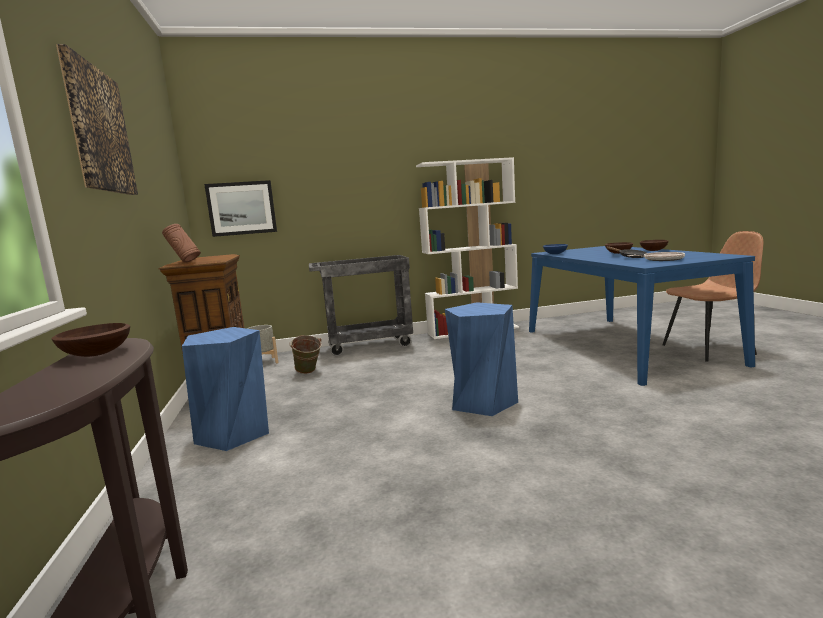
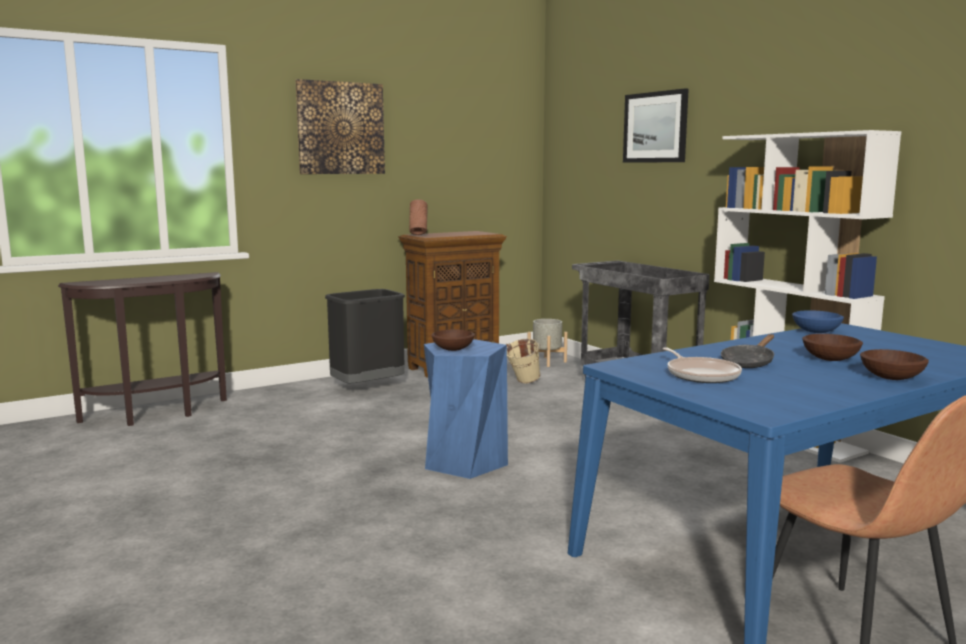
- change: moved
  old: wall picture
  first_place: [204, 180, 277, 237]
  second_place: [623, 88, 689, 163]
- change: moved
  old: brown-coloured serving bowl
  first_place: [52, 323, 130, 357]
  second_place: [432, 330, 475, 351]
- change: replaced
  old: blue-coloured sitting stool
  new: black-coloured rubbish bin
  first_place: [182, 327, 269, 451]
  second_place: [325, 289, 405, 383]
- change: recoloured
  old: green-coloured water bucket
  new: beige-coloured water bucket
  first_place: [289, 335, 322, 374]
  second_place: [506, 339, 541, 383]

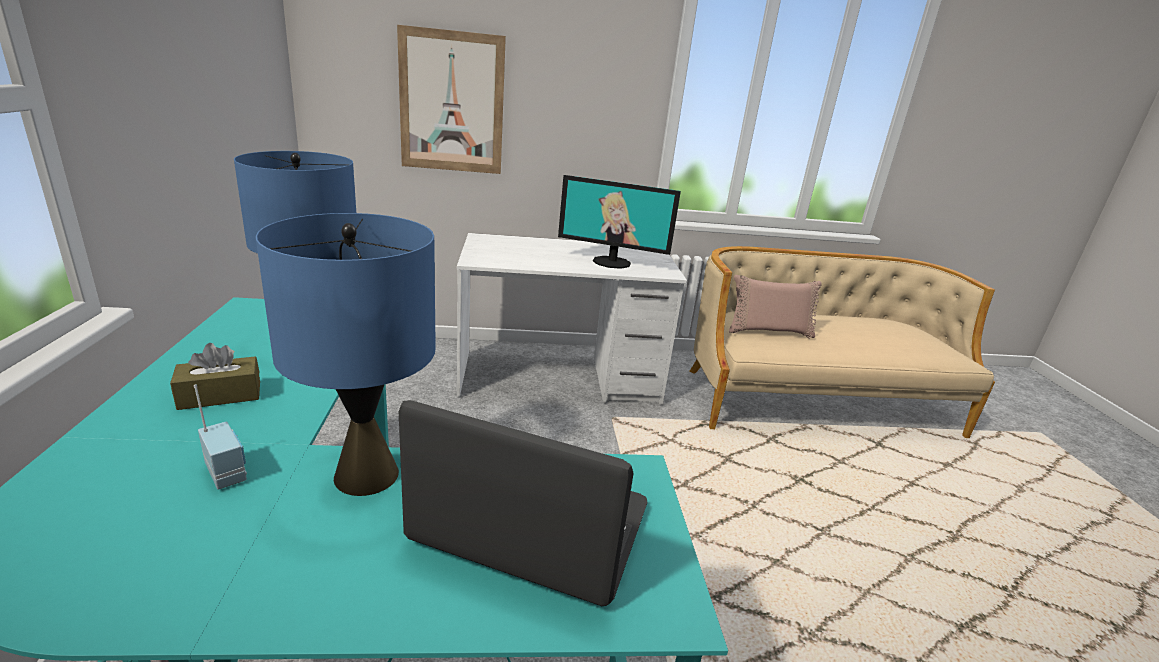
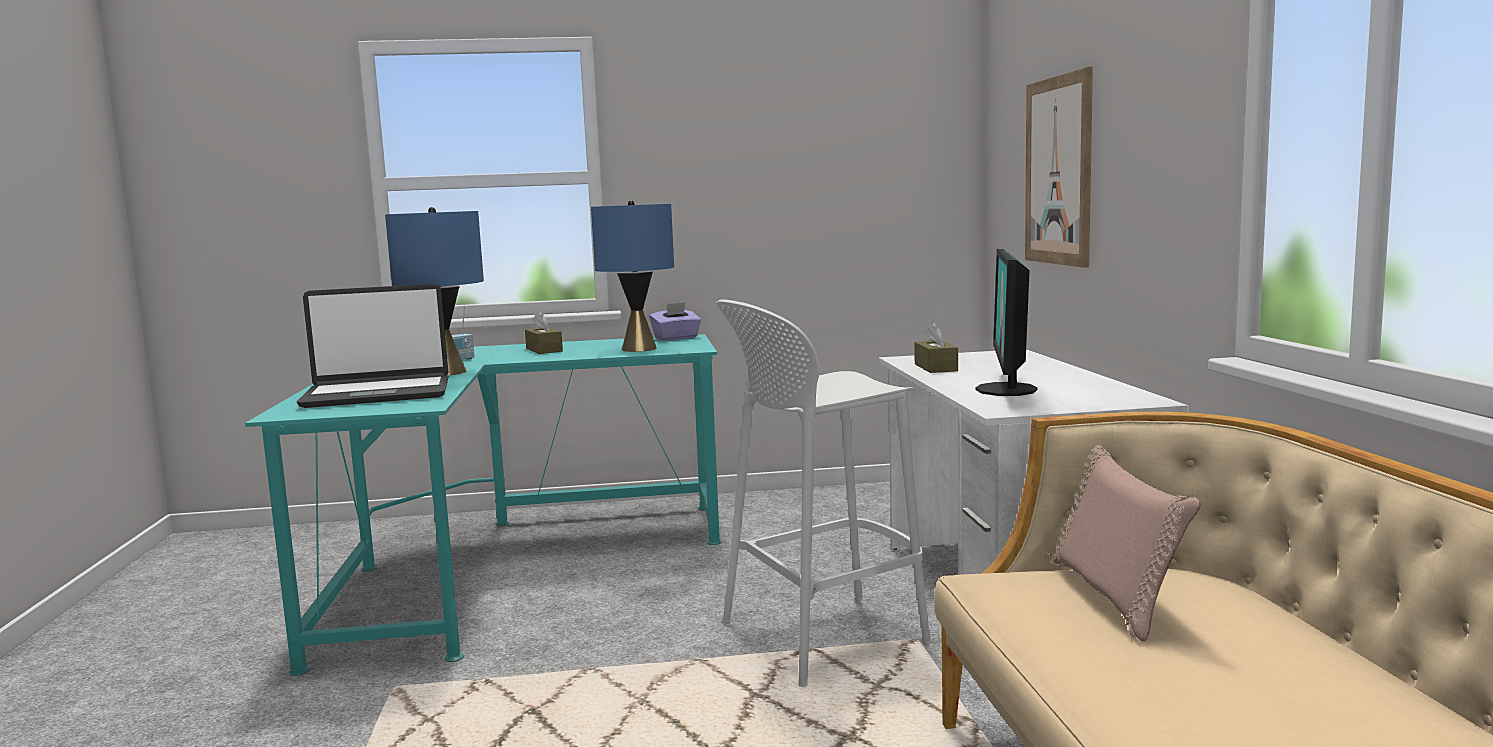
- change: turned
  old: portable computer
  first_place: [399, 400, 648, 606]
  second_place: [297, 284, 449, 408]
  degrees: 60
- change: added
  new: white-coloured sitting stool
  second_place: [716, 300, 931, 687]
- change: added
  new: purplish tissue holder
  second_place: [649, 302, 701, 340]
- change: added
  new: brown-coloured tissue holder
  second_place: [914, 321, 958, 373]

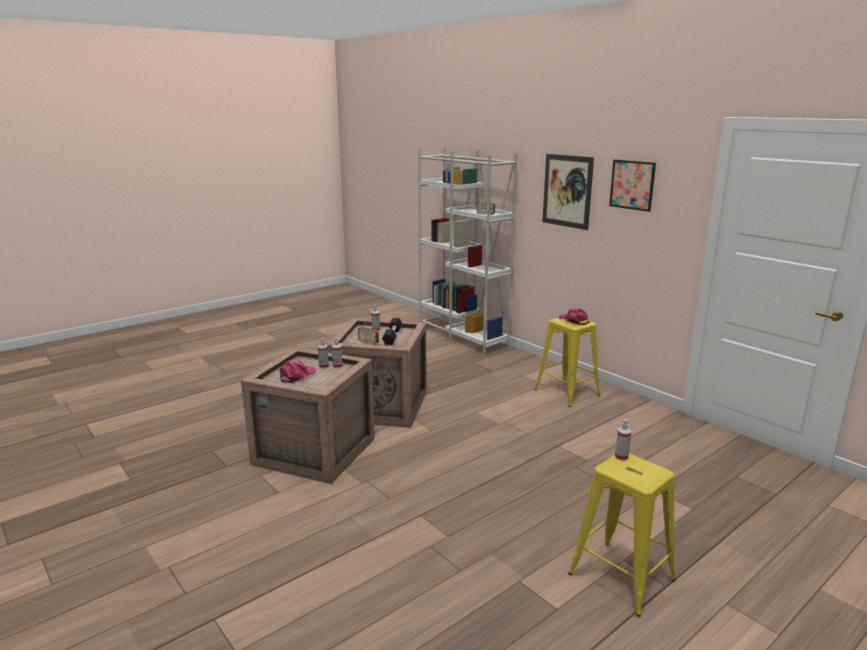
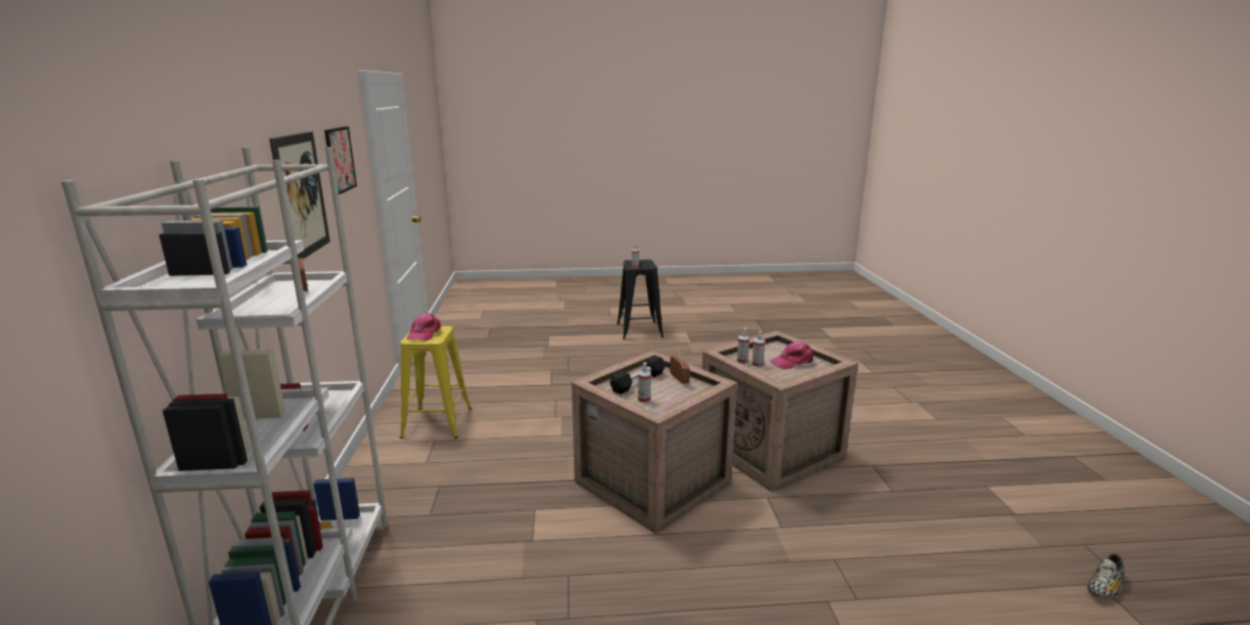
- change: recoloured
  old: yellow sitting stool
  new: black-coloured sitting stool
  first_place: [568, 453, 676, 617]
  second_place: [617, 259, 664, 340]
- change: added
  new: item of footwear
  second_place: [1087, 553, 1125, 598]

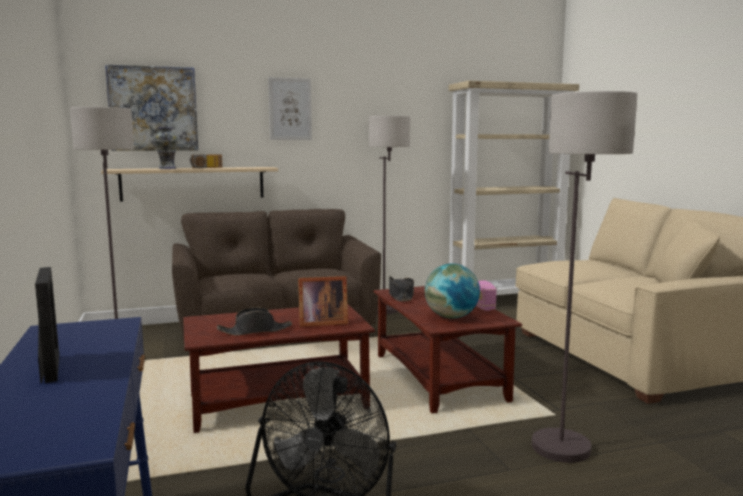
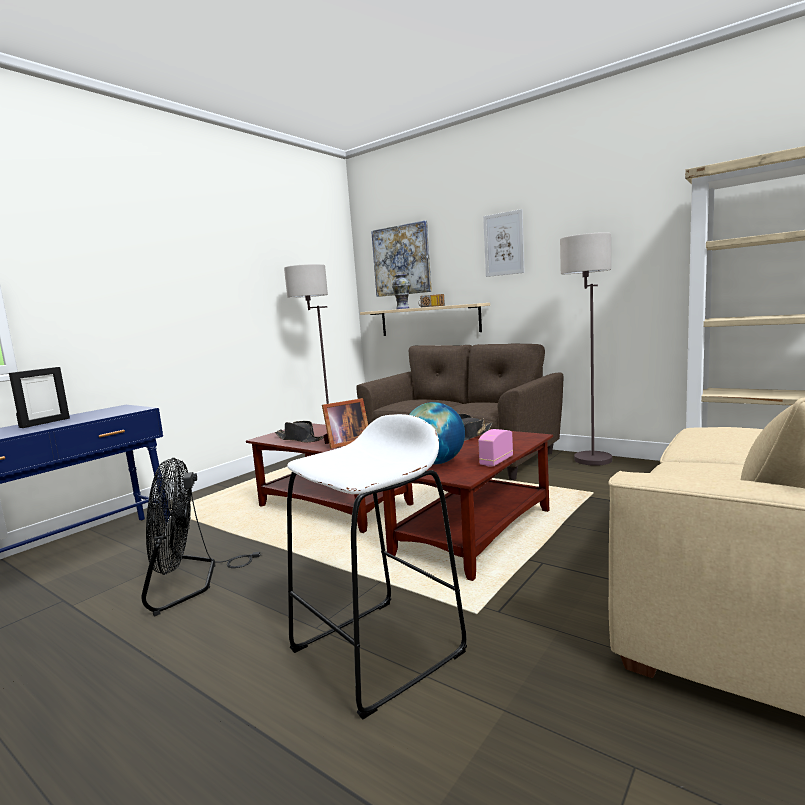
- change: replaced
  old: gray floor lamp
  new: white-coloured sitting stool
  first_place: [532, 91, 637, 463]
  second_place: [287, 414, 467, 719]
- change: turned
  old: standing frame
  first_place: [298, 276, 348, 327]
  second_place: [322, 398, 368, 449]
  degrees: -75

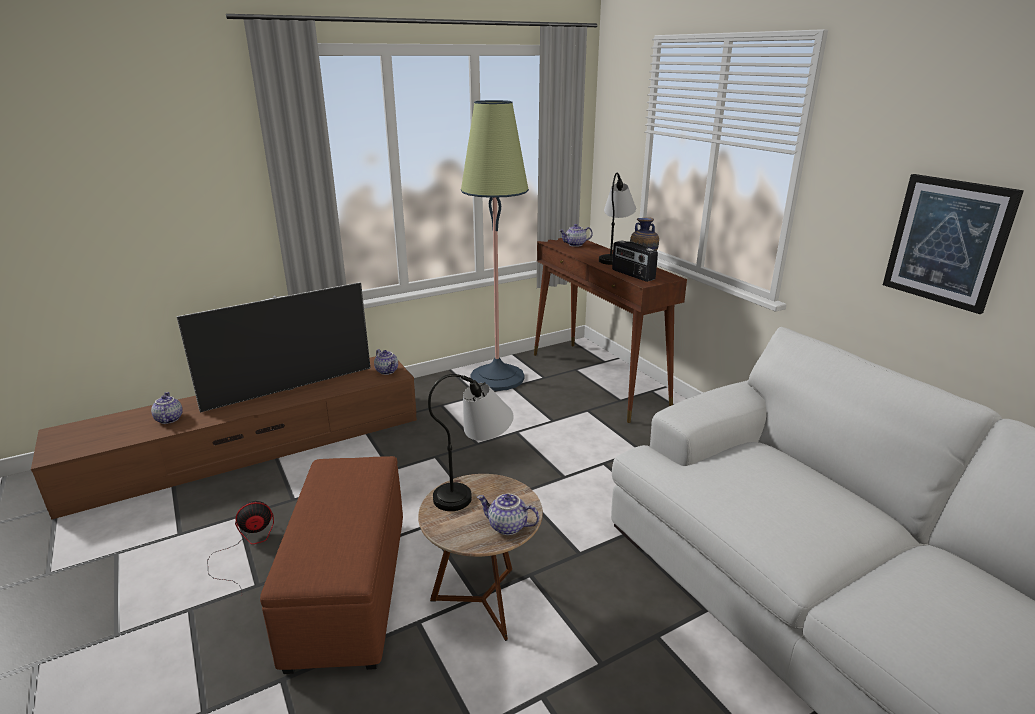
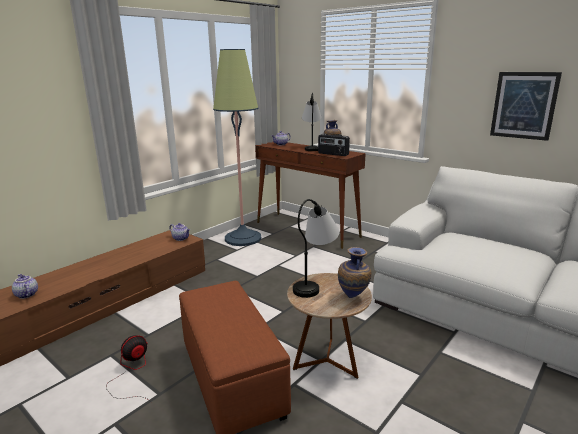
- change: removed
  old: television
  first_place: [176, 282, 370, 412]
- change: replaced
  old: teapot
  new: decorative vase
  first_place: [477, 494, 539, 535]
  second_place: [338, 247, 371, 298]

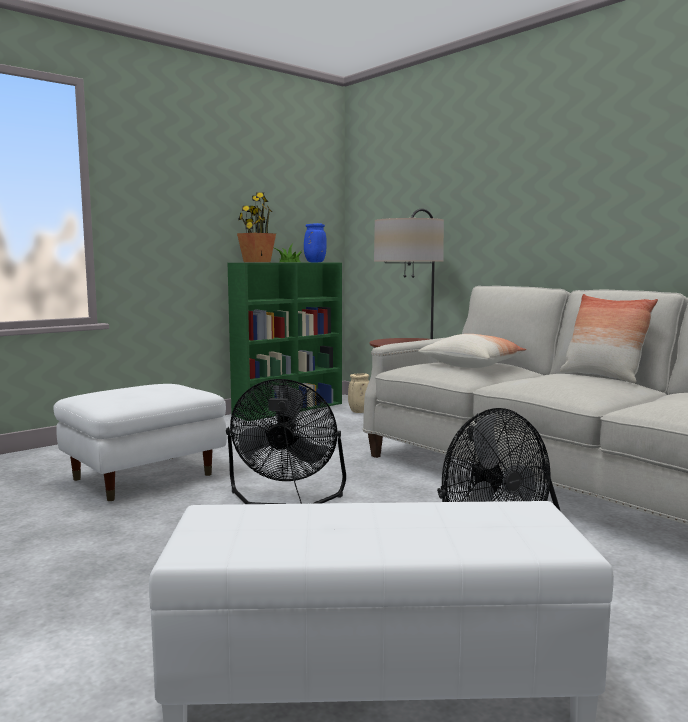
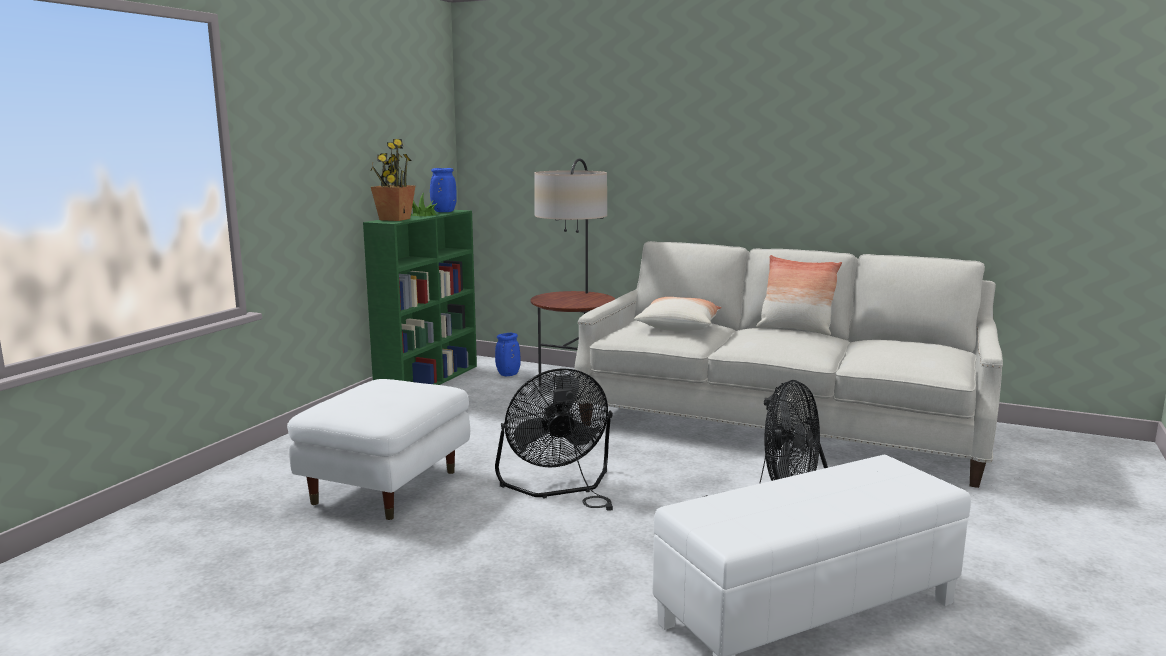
- change: recoloured
  old: beige-coloured decorative vase
  new: blue-coloured decorative vase
  first_place: [348, 373, 369, 413]
  second_place: [495, 333, 521, 376]

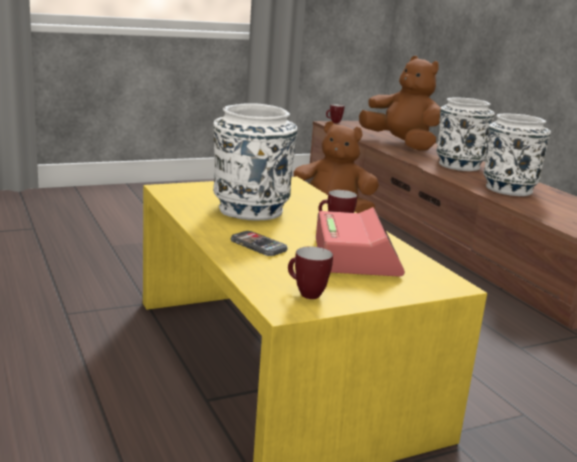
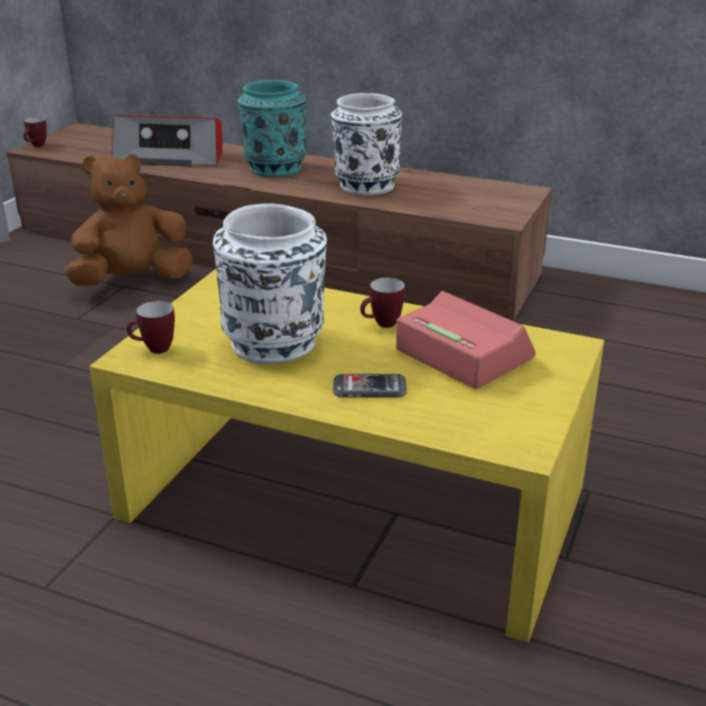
- change: replaced
  old: brown-coloured soft toy
  new: radio set
  first_place: [359, 56, 440, 151]
  second_place: [111, 115, 222, 166]
- change: recoloured
  old: white-coloured decorative vase
  new: blue-green decorative vase
  first_place: [436, 97, 495, 171]
  second_place: [238, 80, 307, 177]
- change: moved
  old: tea mug
  first_place: [288, 246, 333, 299]
  second_place: [127, 301, 175, 354]

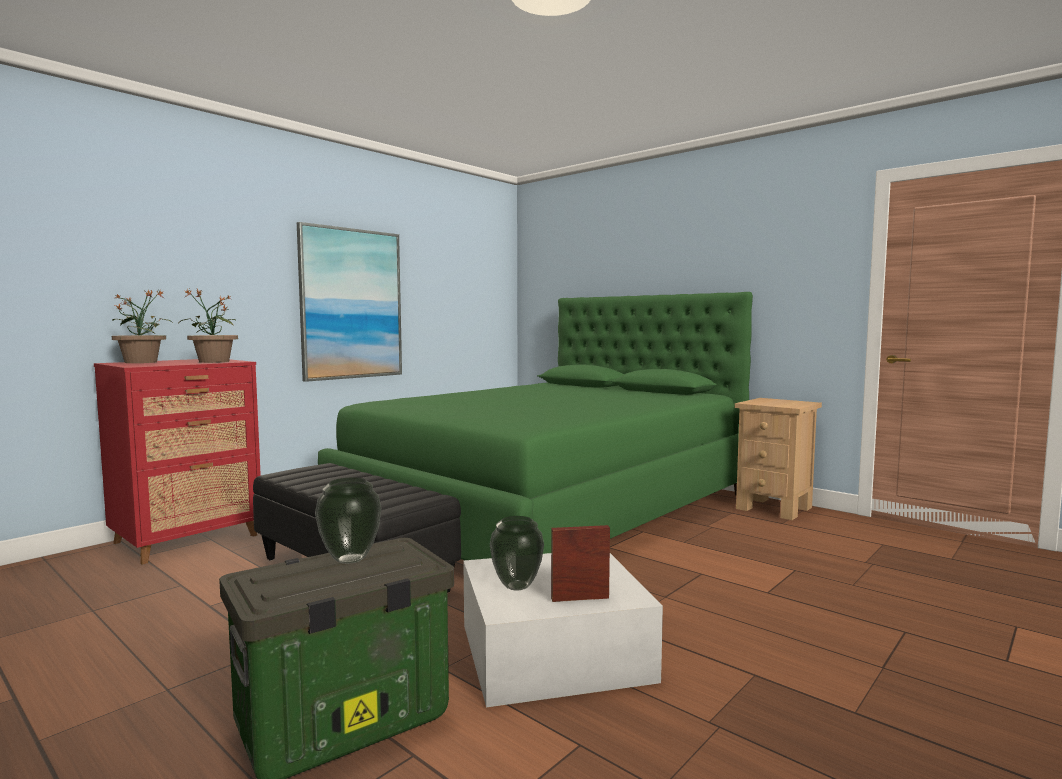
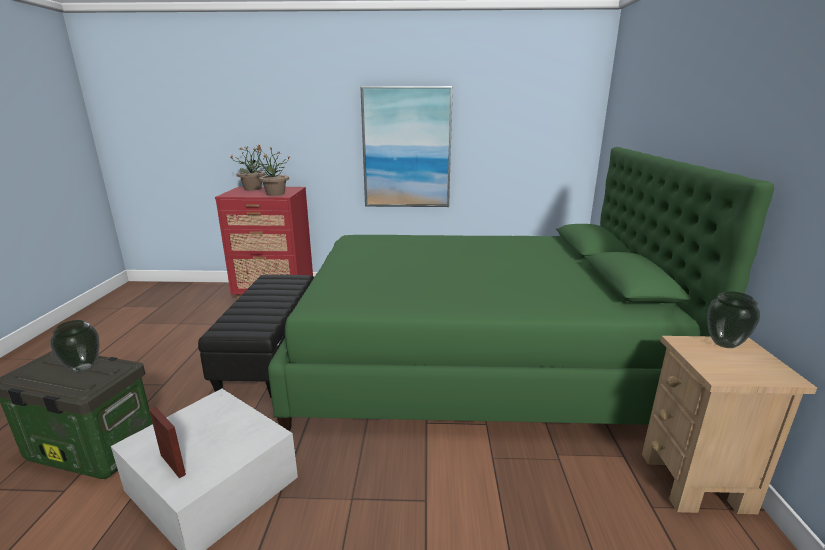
- change: moved
  old: decorative vase
  first_place: [490, 516, 544, 591]
  second_place: [707, 291, 760, 348]

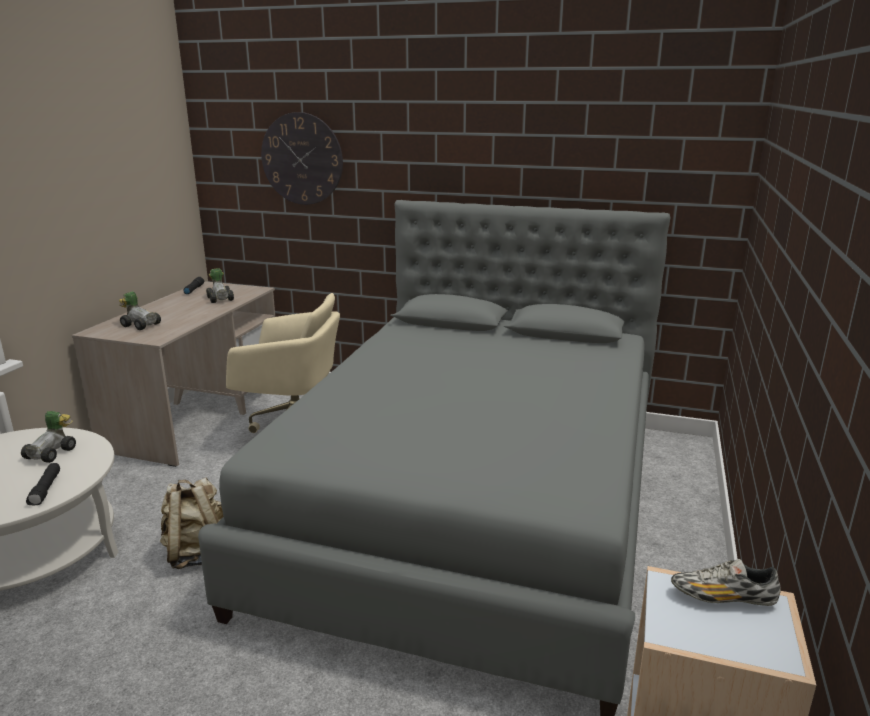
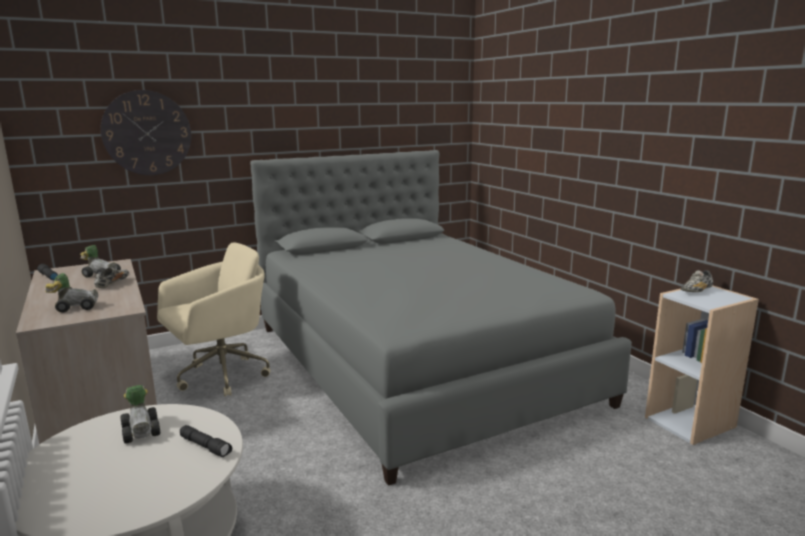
- change: removed
  old: beige-coloured knapsack
  first_place: [160, 477, 224, 569]
- change: added
  new: item of footwear
  second_place: [94, 268, 129, 288]

